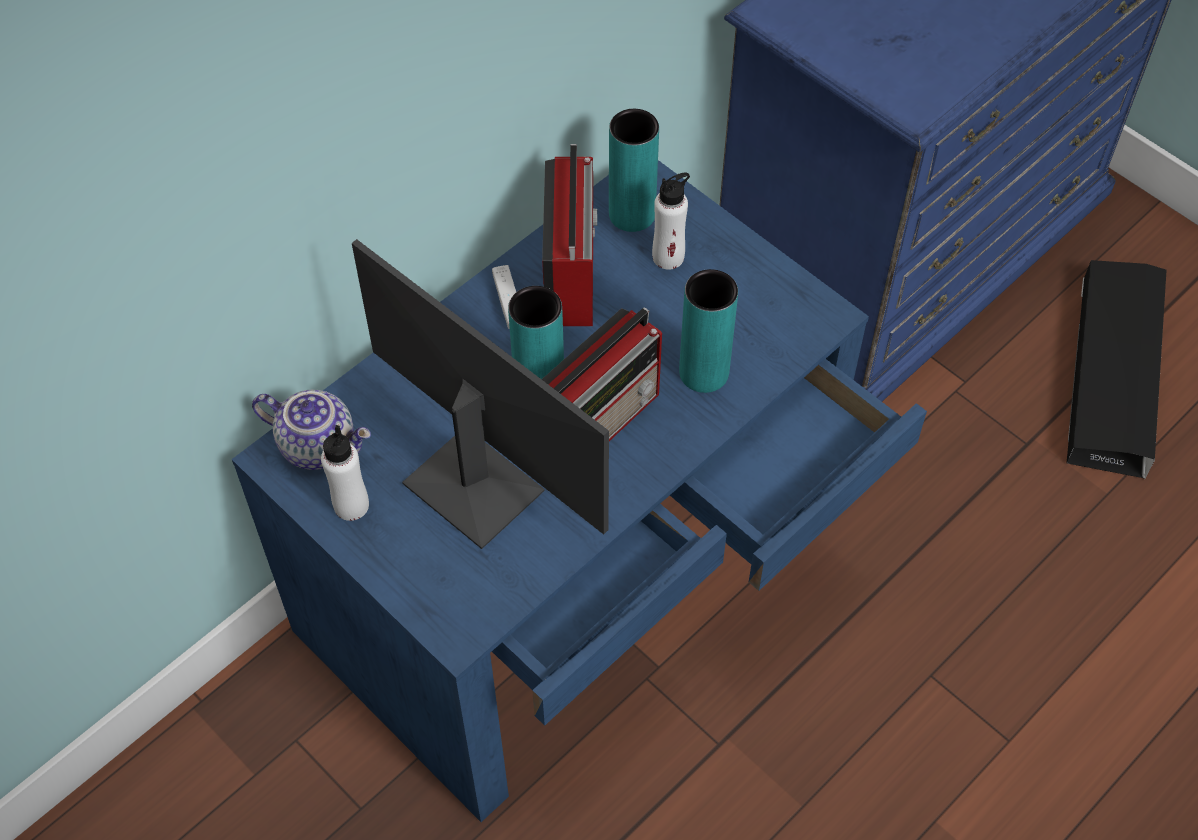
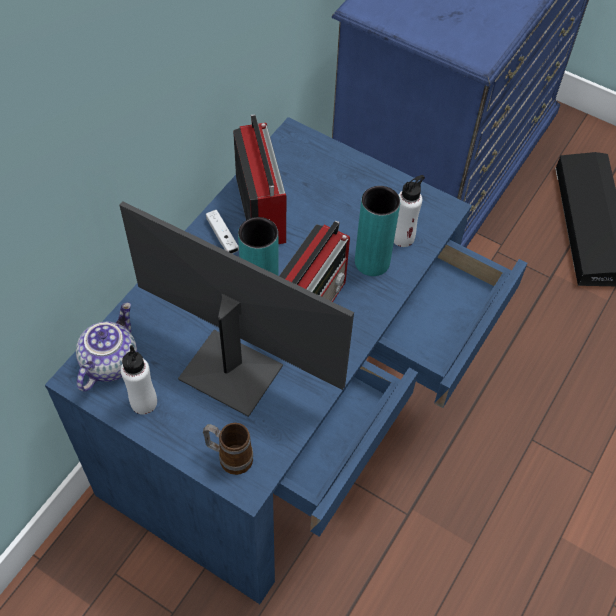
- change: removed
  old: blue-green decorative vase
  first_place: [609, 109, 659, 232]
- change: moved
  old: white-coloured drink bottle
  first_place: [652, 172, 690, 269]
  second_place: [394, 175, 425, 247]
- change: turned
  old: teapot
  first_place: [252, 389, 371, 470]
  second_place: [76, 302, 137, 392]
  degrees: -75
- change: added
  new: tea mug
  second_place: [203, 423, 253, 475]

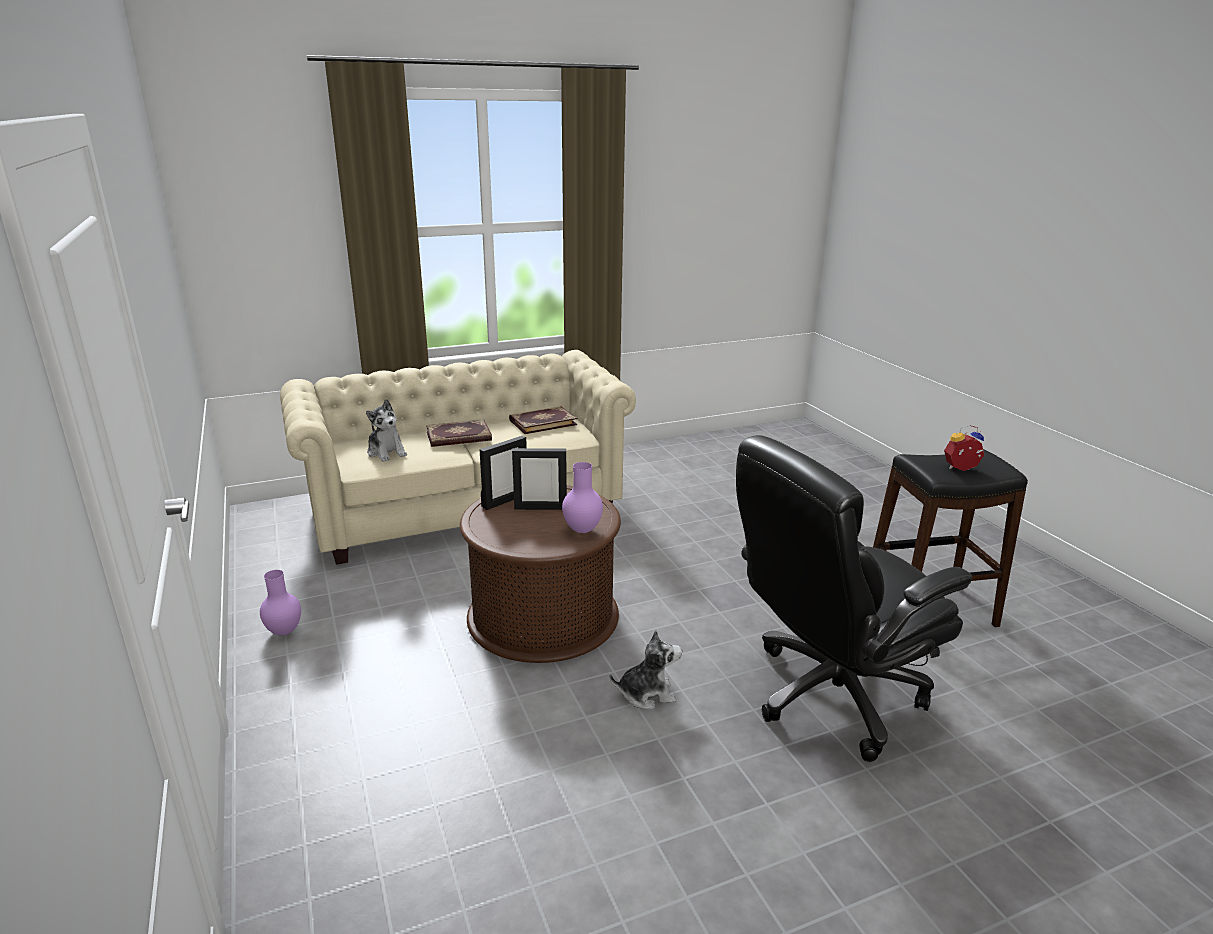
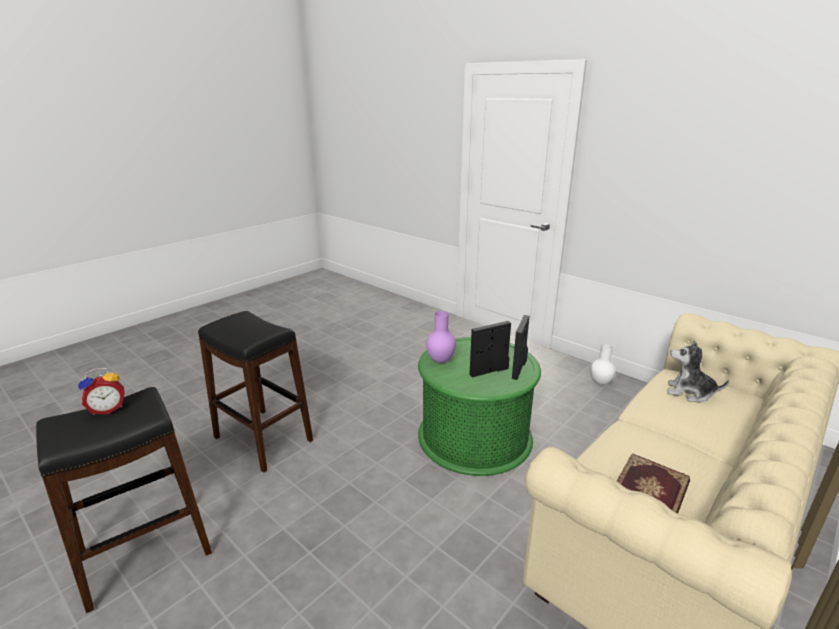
- change: removed
  old: bound book
  first_place: [426, 419, 492, 447]
- change: replaced
  old: black-coloured computer chair
  new: black-coloured sitting stool
  first_place: [736, 435, 972, 762]
  second_place: [198, 311, 313, 473]
- change: recoloured
  old: brown-coloured lounge table
  new: green-coloured lounge table
  first_place: [460, 485, 621, 663]
  second_place: [418, 337, 541, 476]
- change: recoloured
  old: purplish decorative vase
  new: white-coloured decorative vase
  first_place: [260, 570, 301, 635]
  second_place: [590, 344, 616, 385]
- change: removed
  old: soft toy
  first_place: [609, 630, 682, 709]

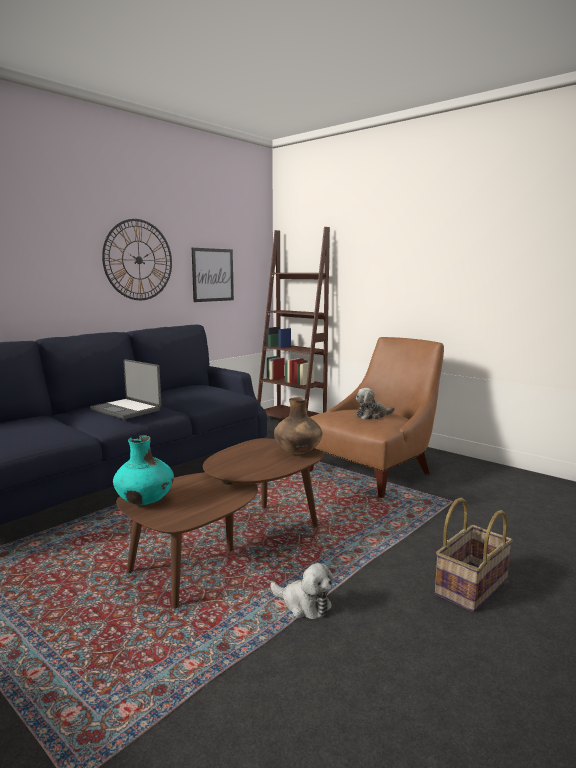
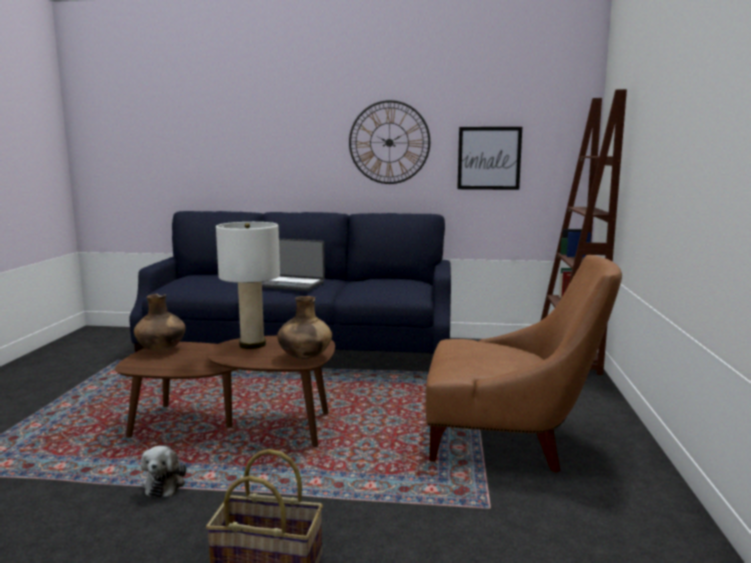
- change: turned
  old: portable computer
  first_place: [90, 359, 161, 419]
  second_place: [262, 239, 325, 291]
  degrees: -75
- change: removed
  old: soft toy
  first_place: [356, 388, 395, 420]
- change: recoloured
  old: blue-green decorative vase
  new: brown-coloured decorative vase
  first_place: [113, 435, 174, 505]
  second_place: [134, 294, 185, 351]
- change: added
  new: white-coloured lamp for a table
  second_place: [216, 222, 280, 349]

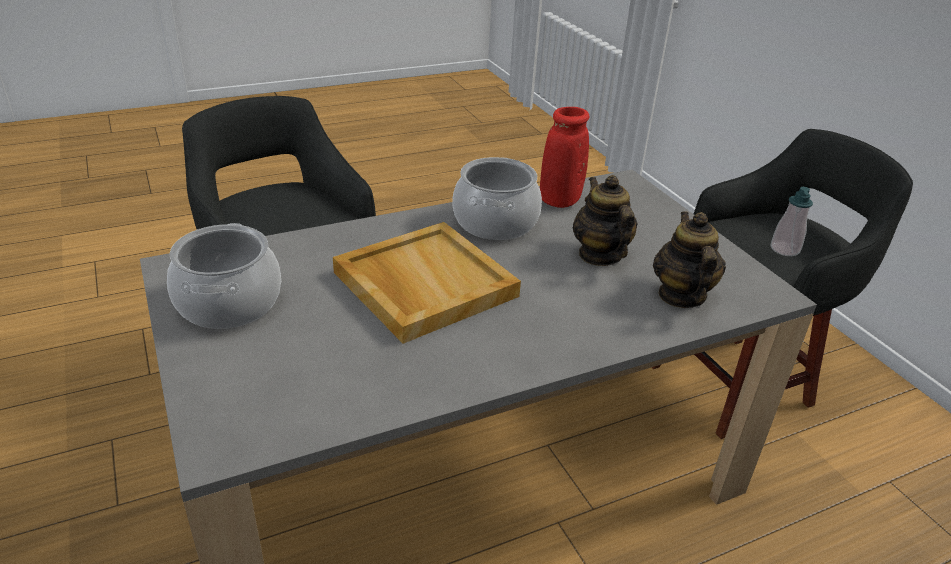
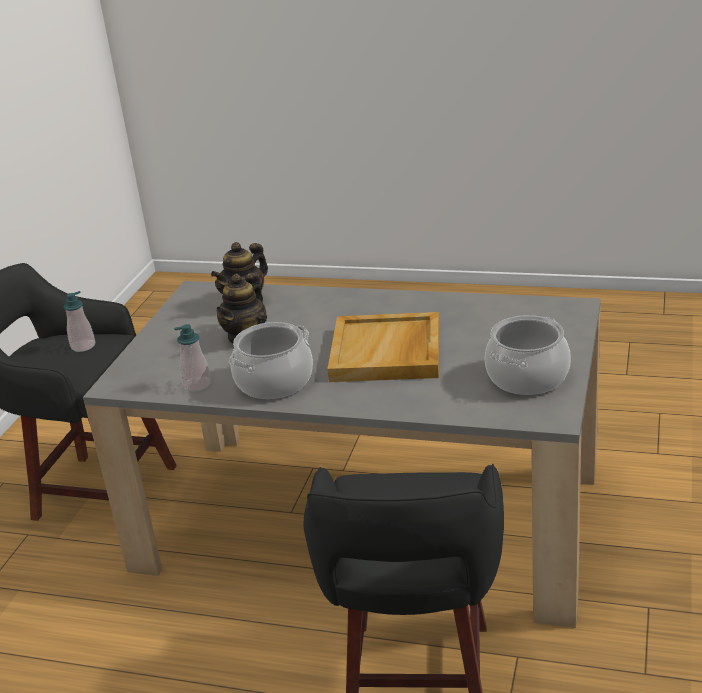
- change: replaced
  old: red decorative vase
  new: liquid soap bottle
  first_place: [540, 107, 589, 208]
  second_place: [174, 324, 211, 392]

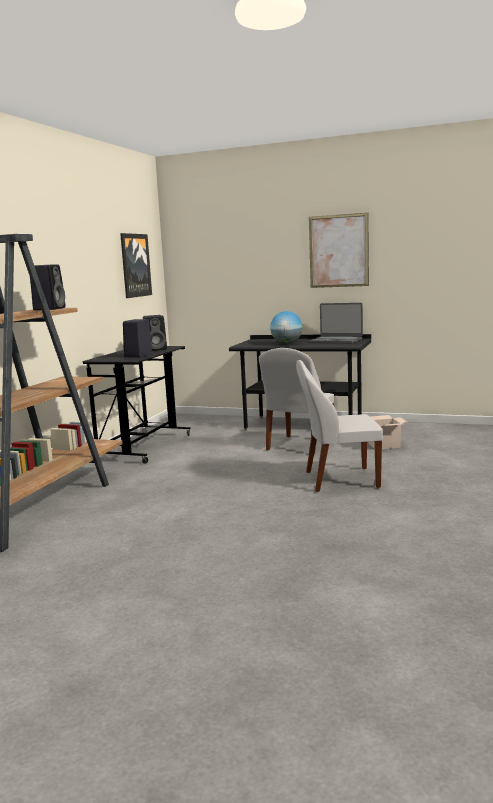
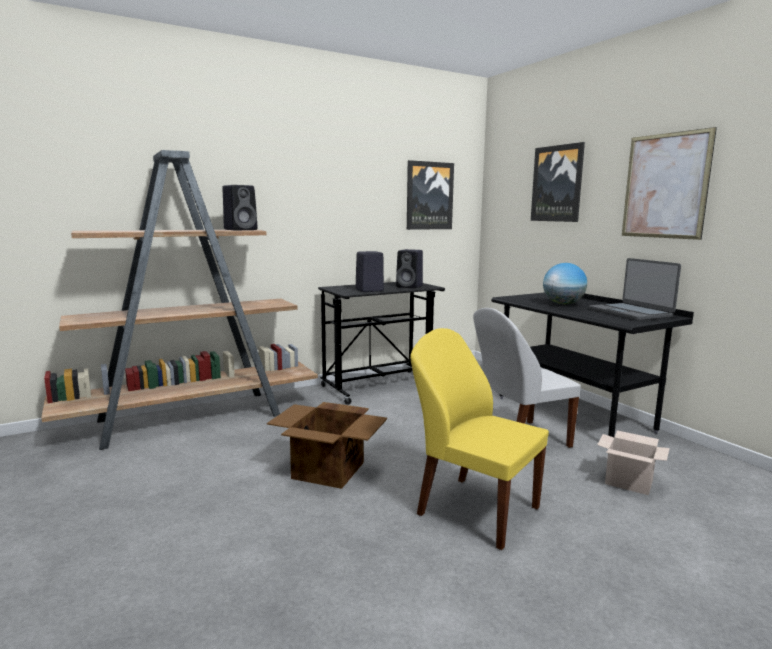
- change: recoloured
  old: white-coloured upright chair
  new: yellow upright chair
  first_place: [296, 360, 383, 492]
  second_place: [410, 328, 549, 550]
- change: added
  new: wall picture
  second_place: [531, 142, 585, 222]
- change: added
  new: carton
  second_place: [267, 402, 387, 489]

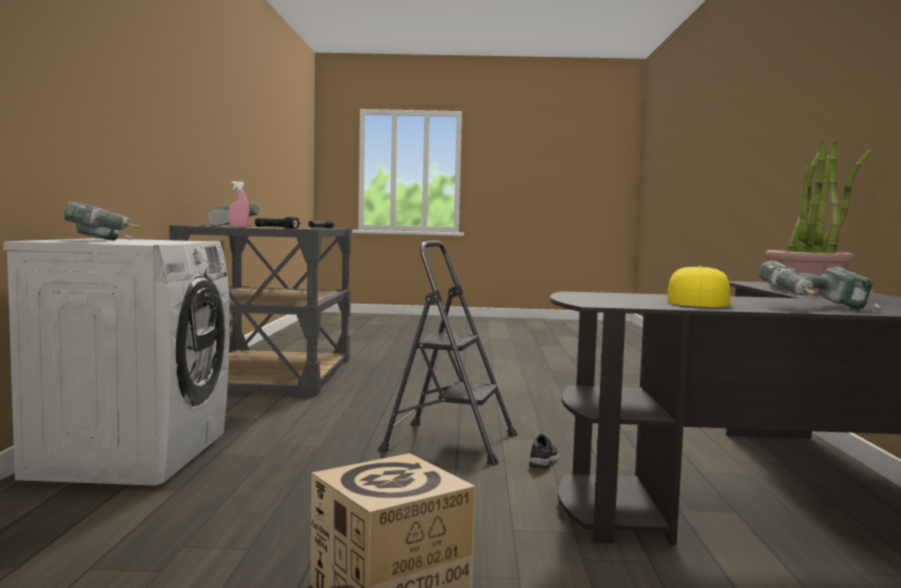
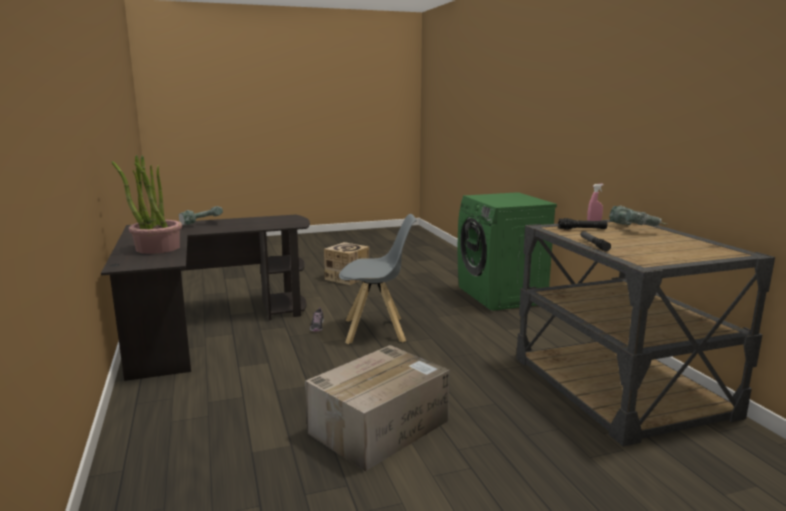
- change: removed
  old: power drill
  first_place: [64, 201, 141, 241]
- change: recoloured
  old: white-coloured laundry machine
  new: green-coloured laundry machine
  first_place: [3, 238, 230, 486]
  second_place: [458, 192, 557, 311]
- change: replaced
  old: black-coloured stepladder
  new: gray upright chair
  first_place: [378, 240, 518, 465]
  second_place: [339, 214, 417, 344]
- change: removed
  old: yellow baseball cap
  first_place: [666, 266, 730, 307]
- change: added
  new: carton
  second_place: [305, 345, 450, 471]

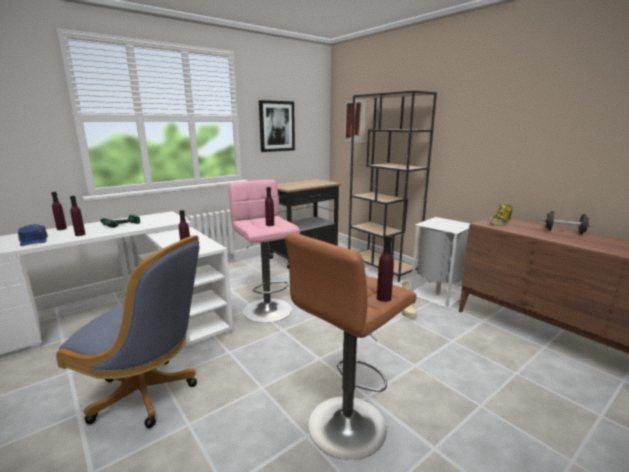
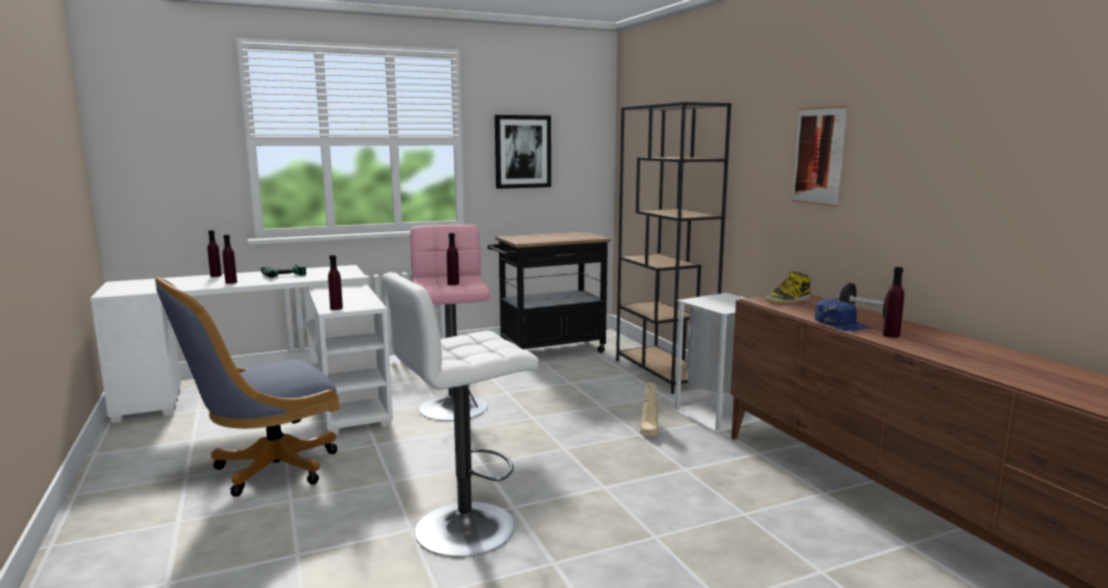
- change: moved
  old: wall picture
  first_place: [345, 98, 366, 144]
  second_place: [792, 106, 848, 207]
- change: moved
  old: blue-coloured baseball cap
  first_place: [18, 224, 48, 246]
  second_place: [814, 299, 872, 331]
- change: recoloured
  old: brown-coloured sitting stool
  new: white-coloured sitting stool
  first_place: [285, 233, 417, 460]
  second_place: [382, 272, 539, 557]
- change: turned
  old: blue-coloured computer chair
  first_place: [56, 235, 200, 428]
  second_place: [155, 277, 340, 497]
  degrees: 105
- change: moved
  old: purplish drink bottle
  first_place: [377, 235, 394, 302]
  second_place: [883, 267, 904, 338]

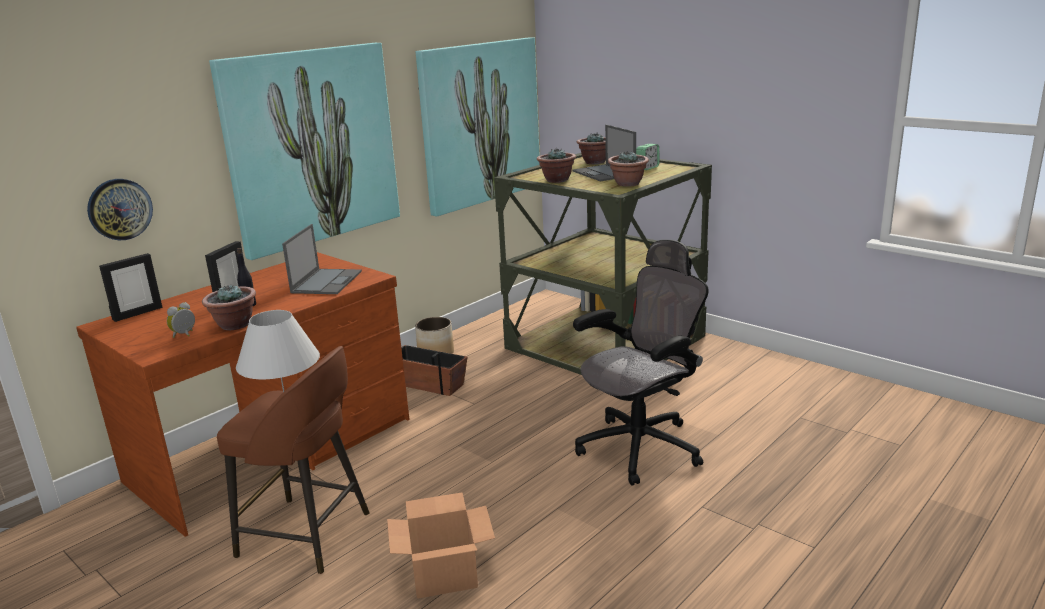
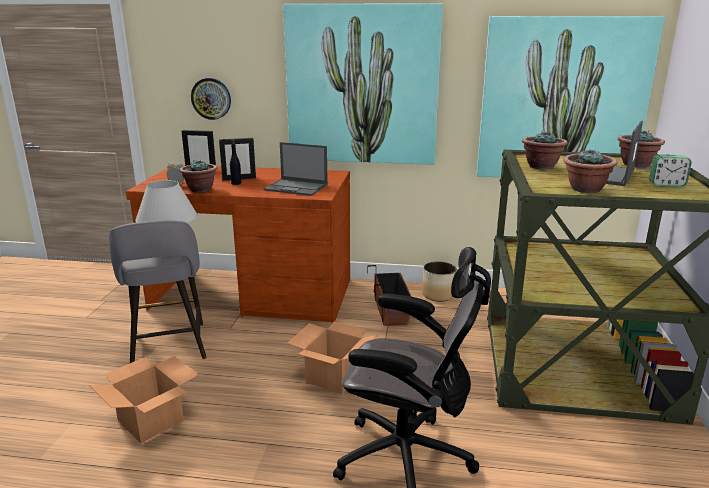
- change: turned
  old: portable computer
  first_place: [282, 224, 362, 294]
  second_place: [263, 142, 328, 196]
  degrees: 45
- change: recoloured
  old: brown-coloured sitting stool
  new: gray sitting stool
  first_place: [217, 346, 370, 574]
  second_place: [109, 220, 207, 363]
- change: added
  new: carton
  second_place: [287, 322, 378, 394]

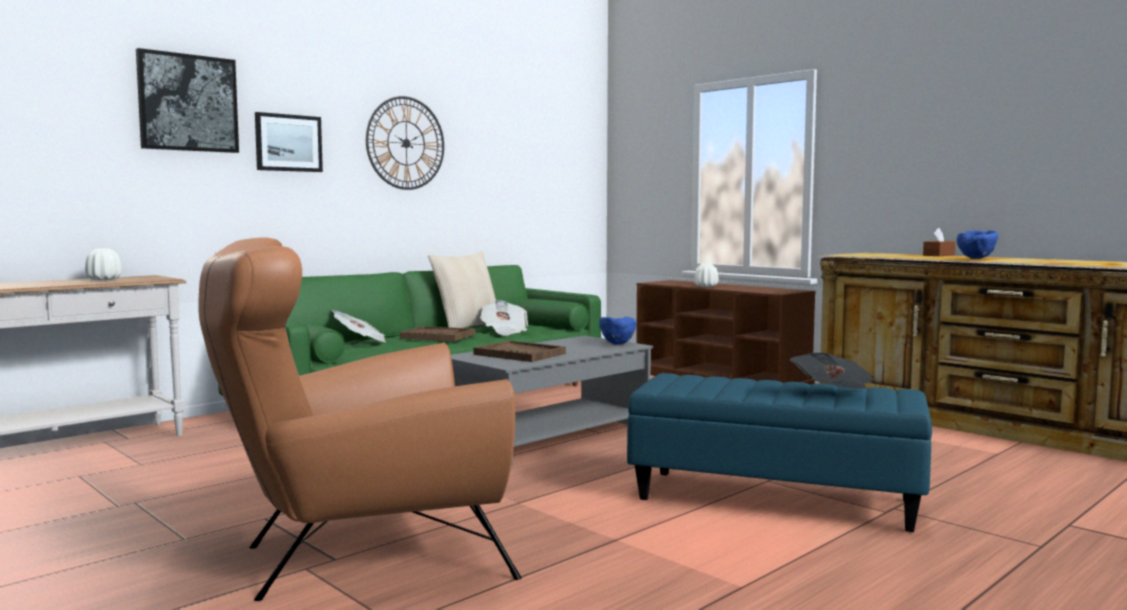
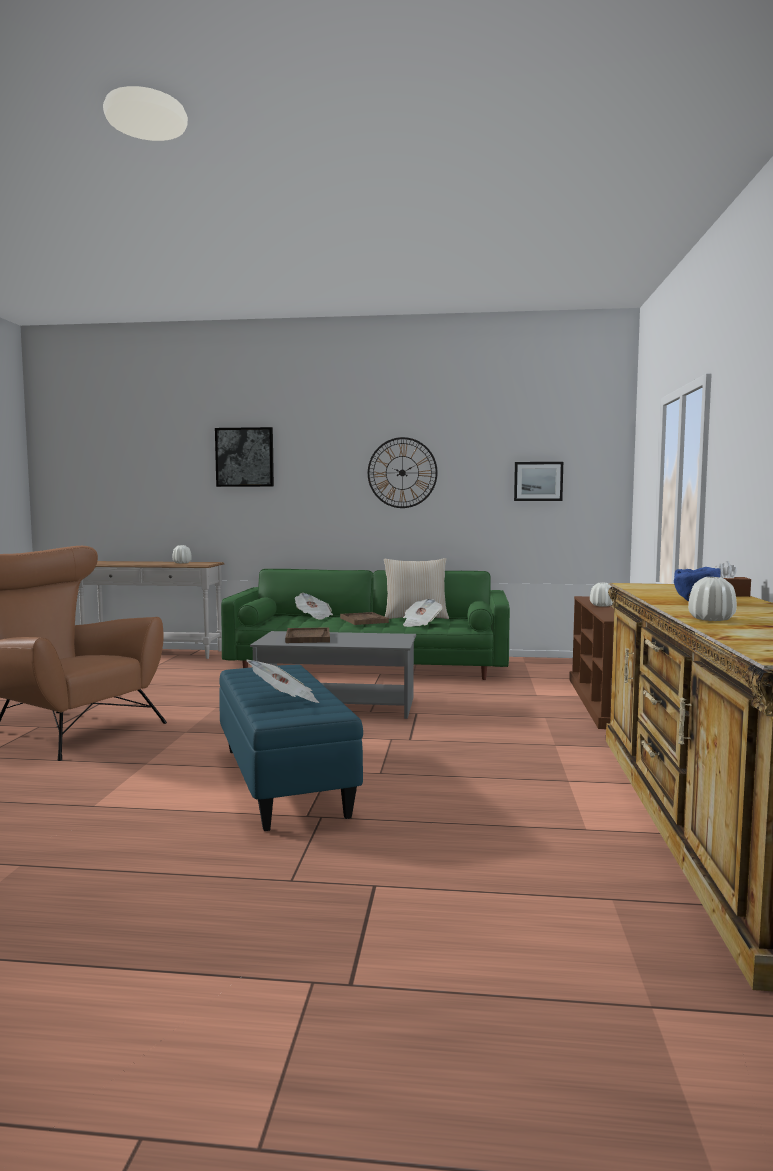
- change: moved
  old: wall picture
  first_place: [255, 112, 323, 172]
  second_place: [514, 462, 563, 501]
- change: removed
  old: blue-coloured serving bowl
  first_place: [599, 317, 636, 345]
- change: added
  new: white-coloured decorative vase
  second_place: [688, 577, 737, 621]

